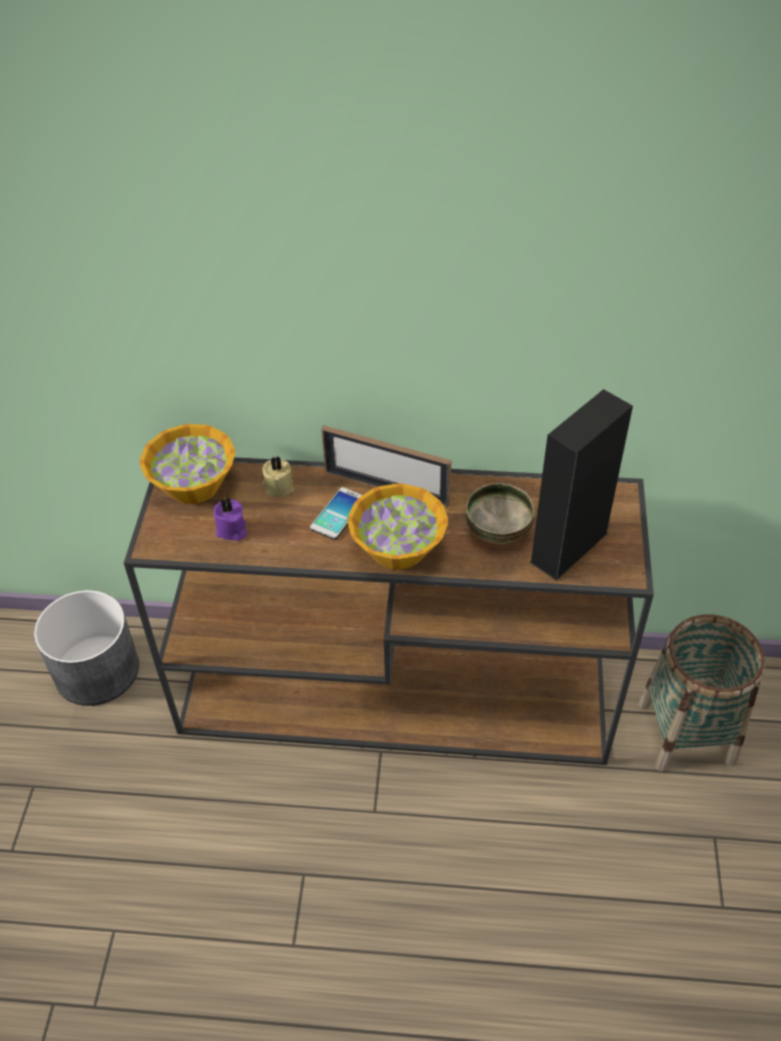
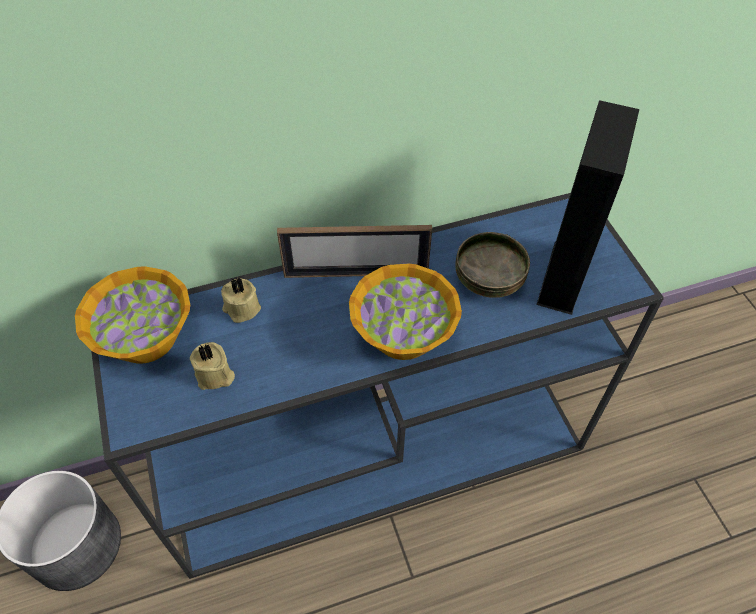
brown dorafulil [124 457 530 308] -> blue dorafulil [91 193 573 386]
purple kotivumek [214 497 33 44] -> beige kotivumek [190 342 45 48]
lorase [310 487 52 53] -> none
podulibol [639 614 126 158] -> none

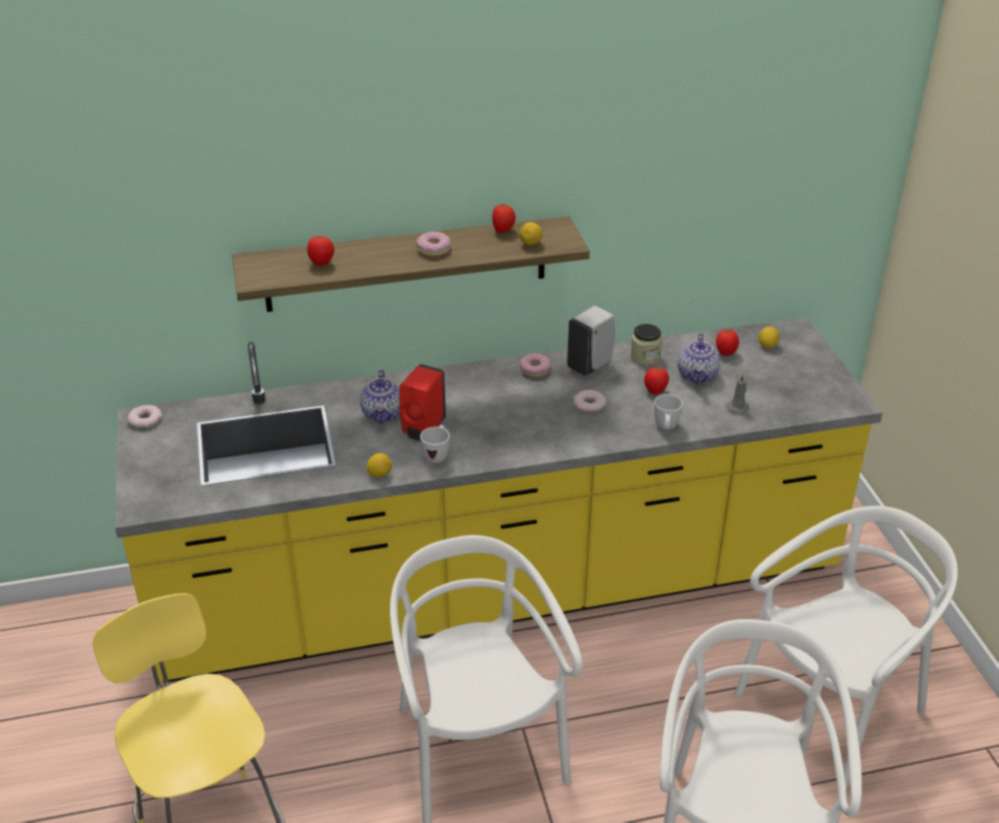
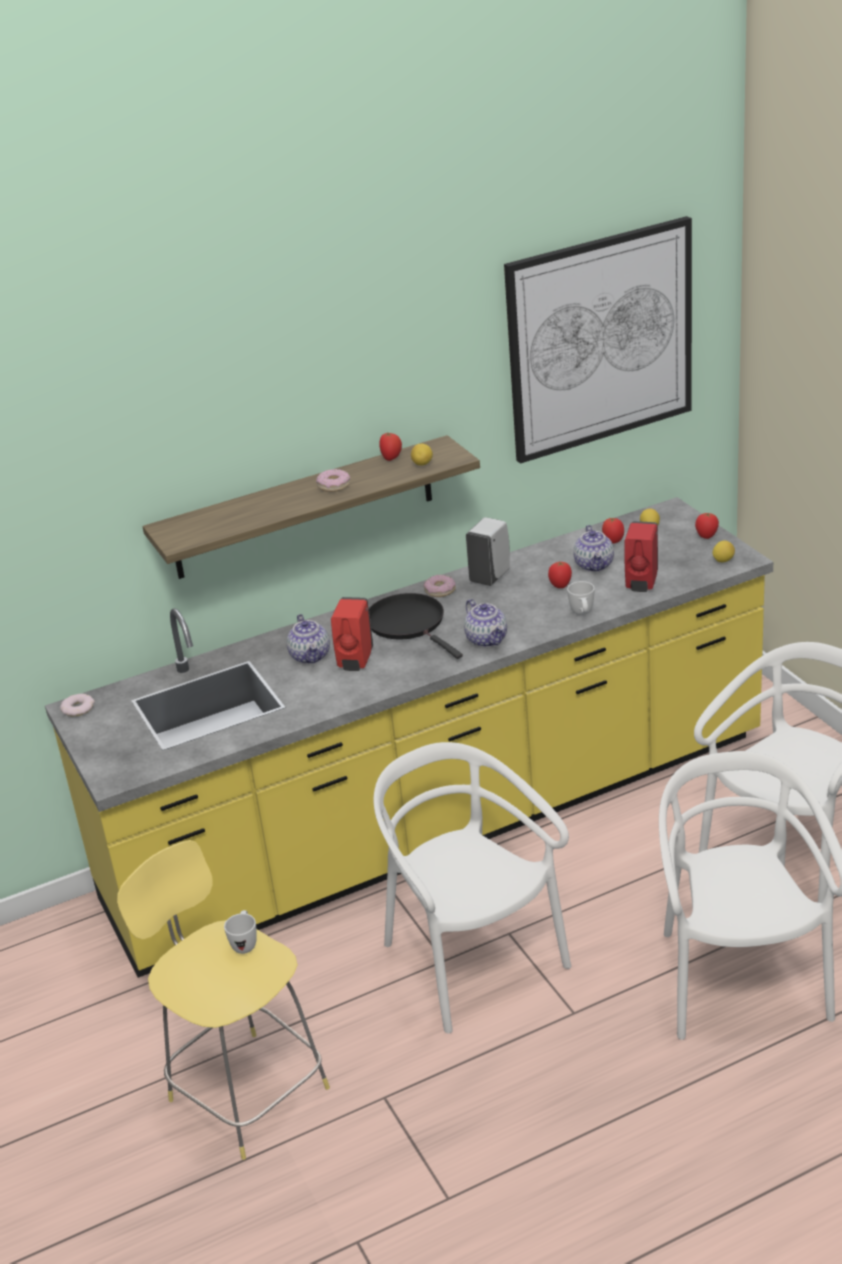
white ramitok [420 425 30 38] -> white ramitok [224 910 33 44], move
none -> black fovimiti [369 593 94 66]
none -> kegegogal [464 599 43 48]
none -> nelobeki [504 216 188 248]
grey kotivumek [726 374 23 40] -> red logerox [624 521 34 71]
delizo [307 236 27 30] -> delizo [695 512 24 27], move
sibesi [366 453 26 24] -> sibesi [713 541 22 21], move
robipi [573 390 33 22] -> none
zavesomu [630 324 32 42] -> none

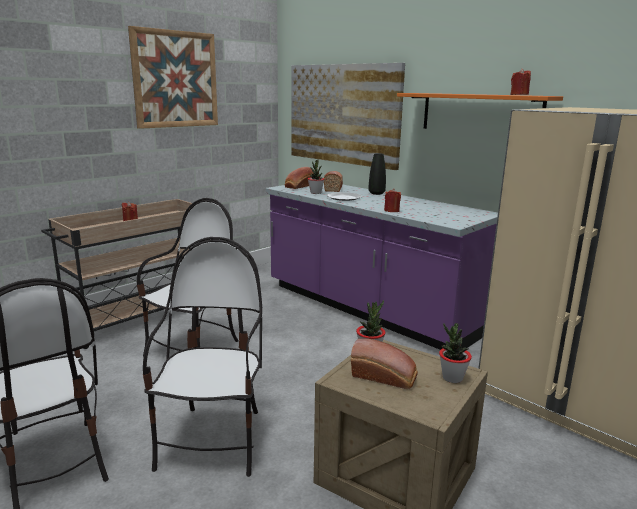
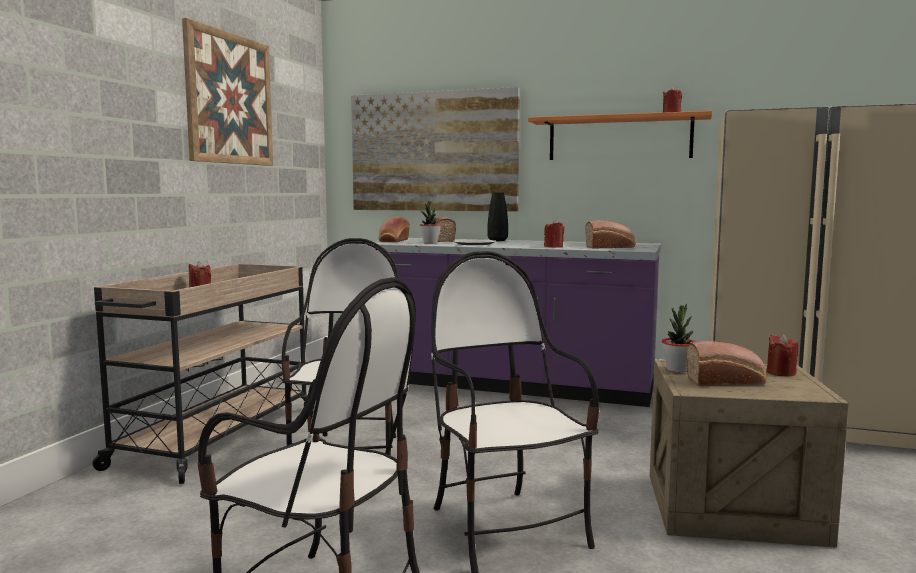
none -> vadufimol [585 220 50 28]
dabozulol [439 323 33 60] -> red kotivumek [767 334 31 43]

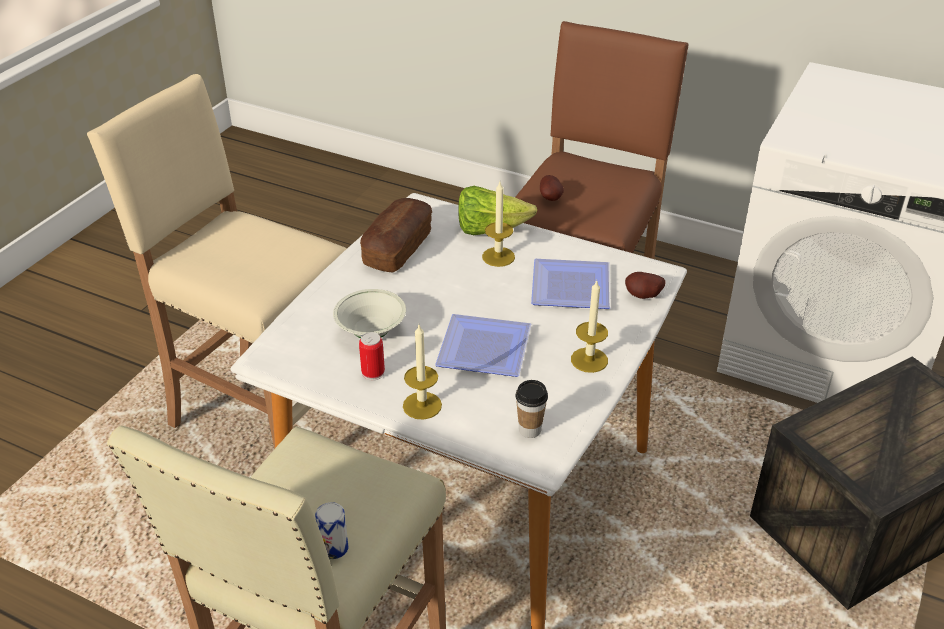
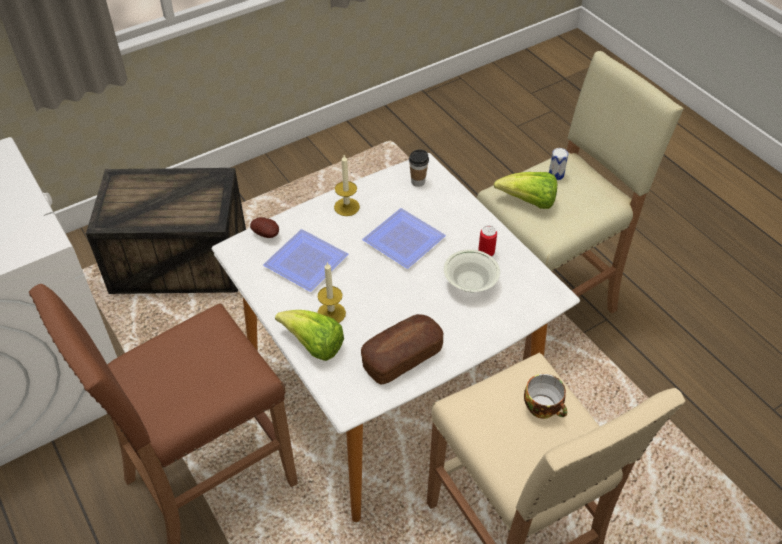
none -> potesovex [494 172 63 37]
none -> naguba [524 374 43 45]
kotivumek [403 325 39 95] -> none
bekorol [540 175 24 26] -> none

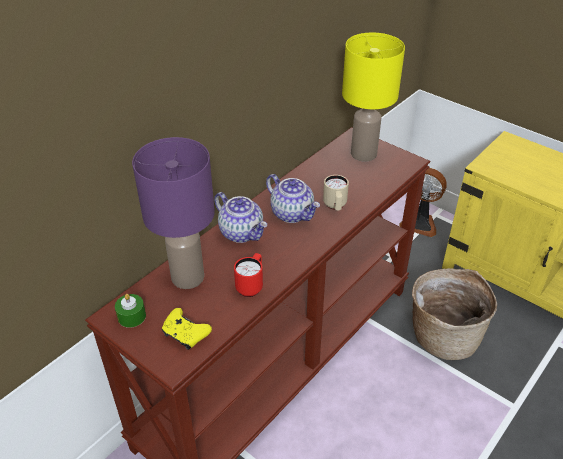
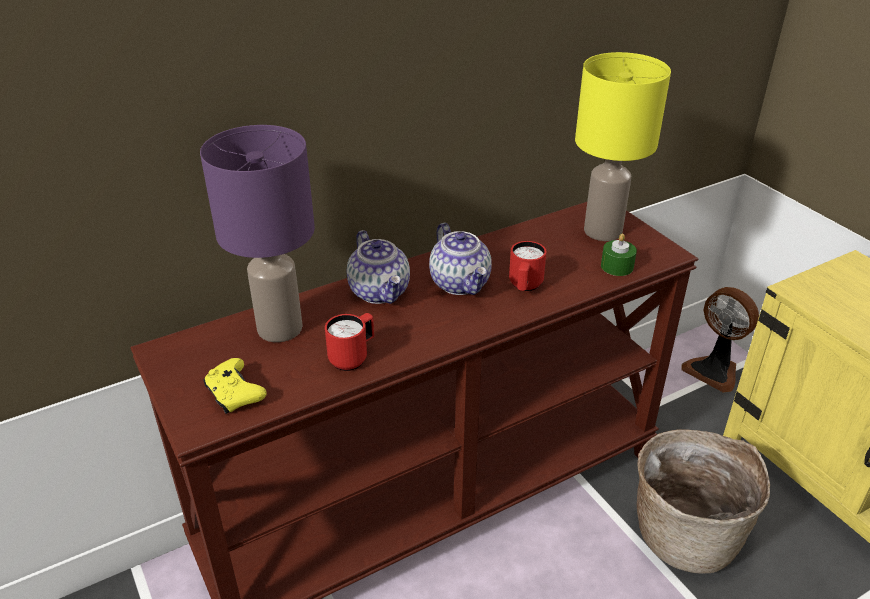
beige ramitok [323 175 26 35] -> red ramitok [509 241 38 50]
green kotivumek [115 294 31 34] -> green kotivumek [601 234 36 42], move

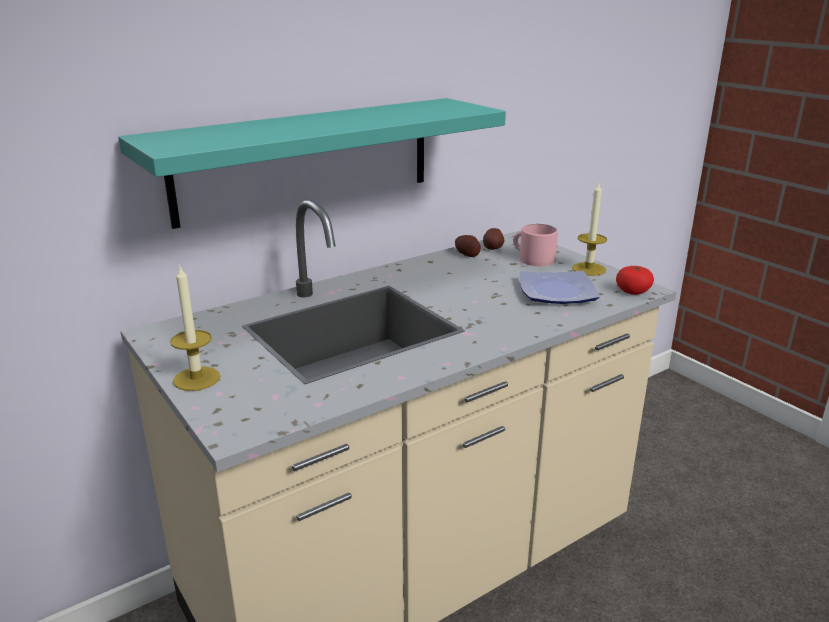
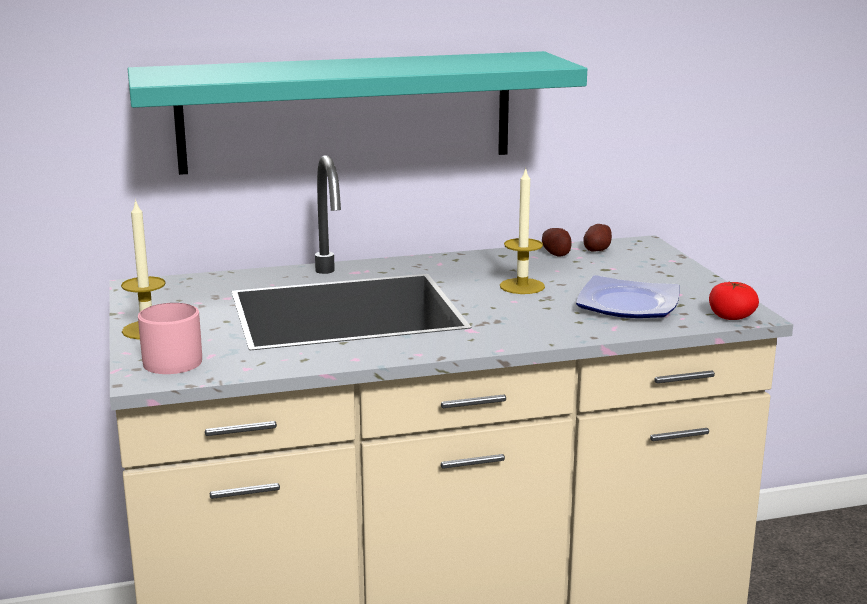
pink ramitok [513 224 45 42] -> pink ramitok [138 303 64 71], move
kotivumek [572 182 35 94] -> kotivumek [500 168 45 126], move

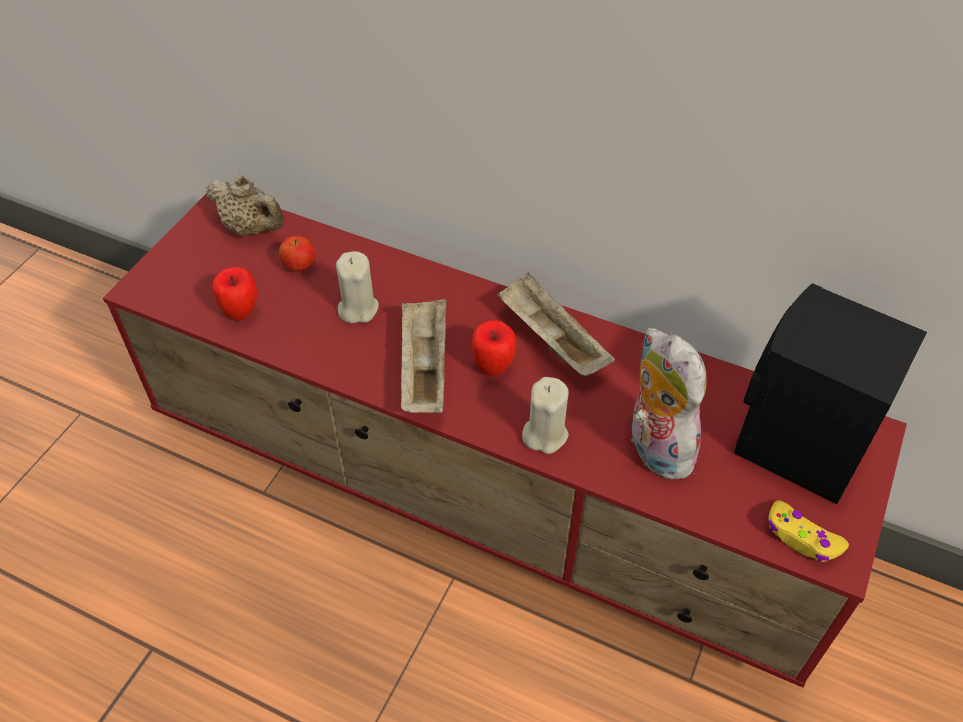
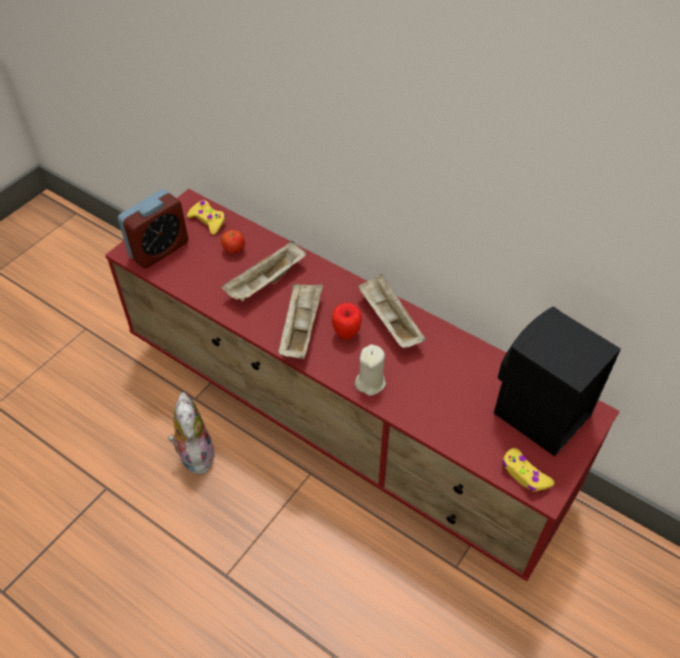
none -> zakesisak [118 189 70 80]
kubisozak [631 328 76 151] -> kubisozak [168 392 47 83], move
beige kegegogal [206 174 78 62] -> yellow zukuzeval [187 200 39 35]
beige kotivumek [336 251 43 72] -> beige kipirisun [222 241 84 61]
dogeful [212 267 45 54] -> none

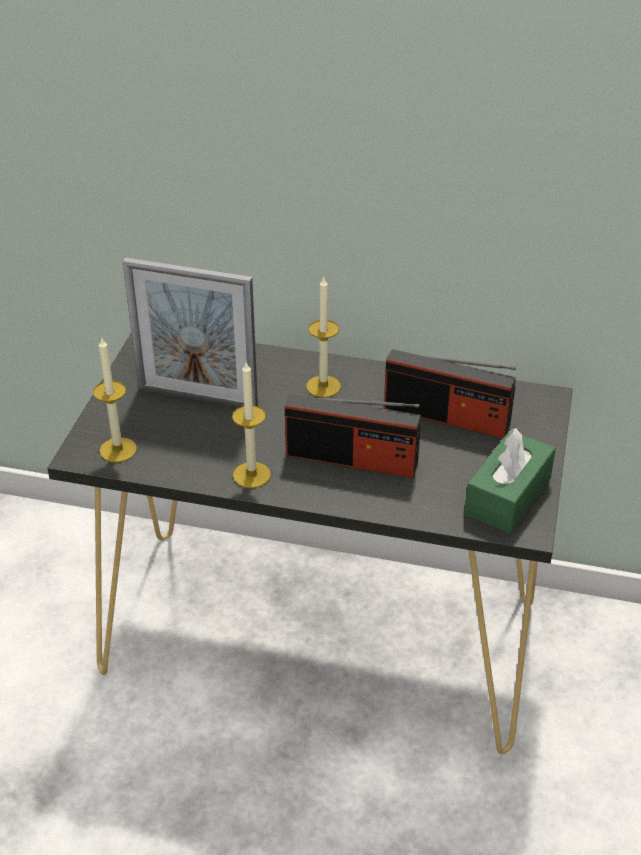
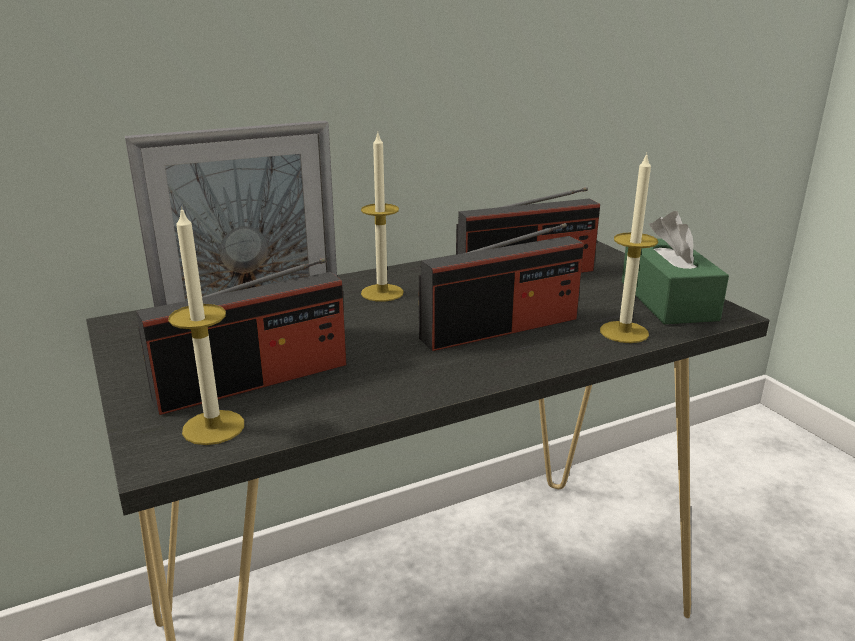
none -> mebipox [136 258 210 157]
kotivumek [232 362 39 126] -> kotivumek [600 153 58 190], move

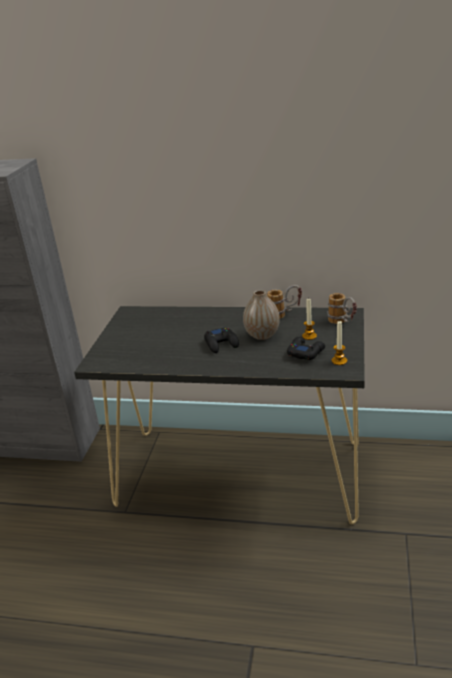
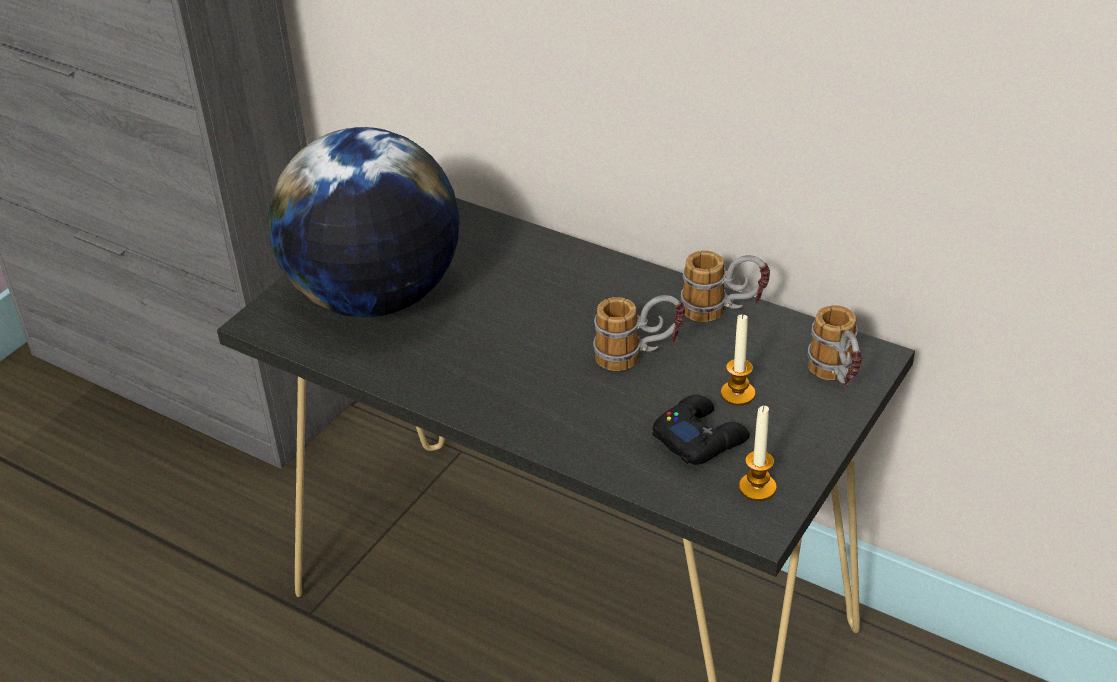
none -> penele [268 127 191 190]
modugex [243 290 37 50] -> ramitok [593 295 92 76]
black zukuzeval [204 327 35 26] -> none

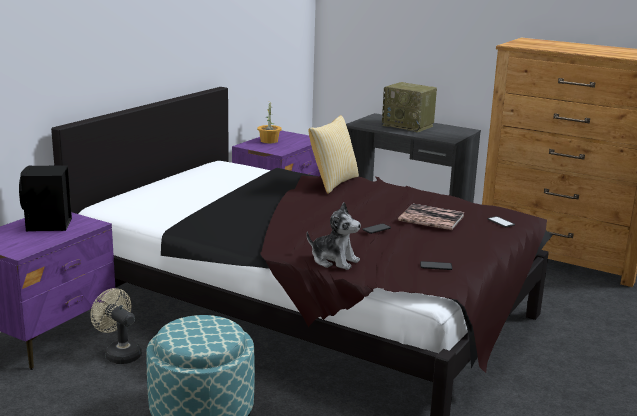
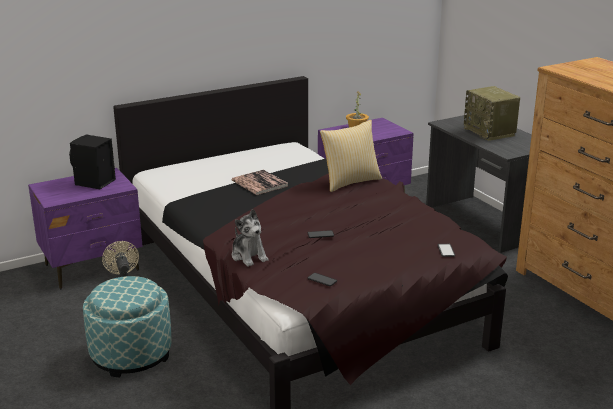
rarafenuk [398 204 67 26] -> rarafenuk [232 170 56 25], move

